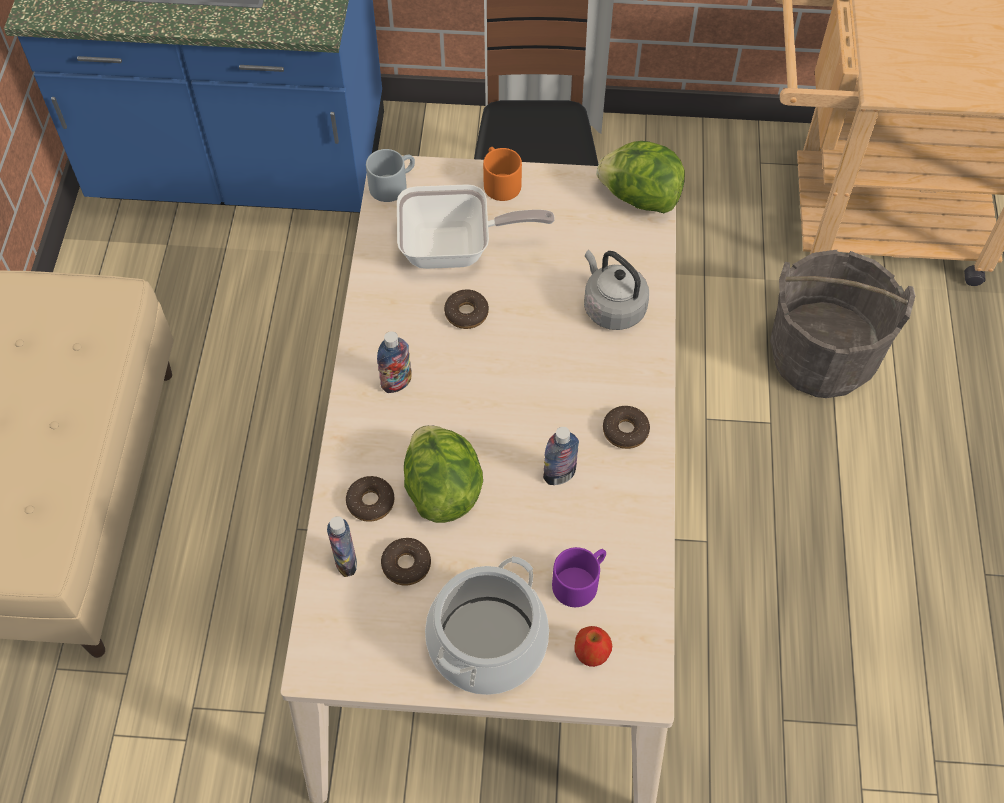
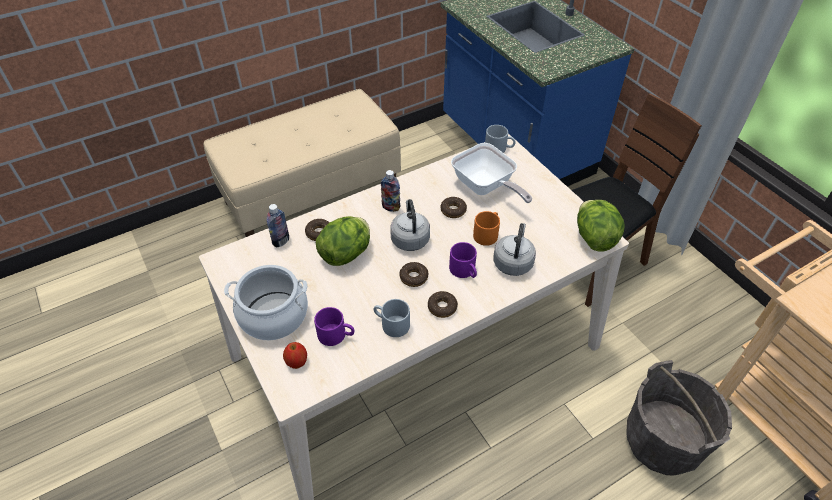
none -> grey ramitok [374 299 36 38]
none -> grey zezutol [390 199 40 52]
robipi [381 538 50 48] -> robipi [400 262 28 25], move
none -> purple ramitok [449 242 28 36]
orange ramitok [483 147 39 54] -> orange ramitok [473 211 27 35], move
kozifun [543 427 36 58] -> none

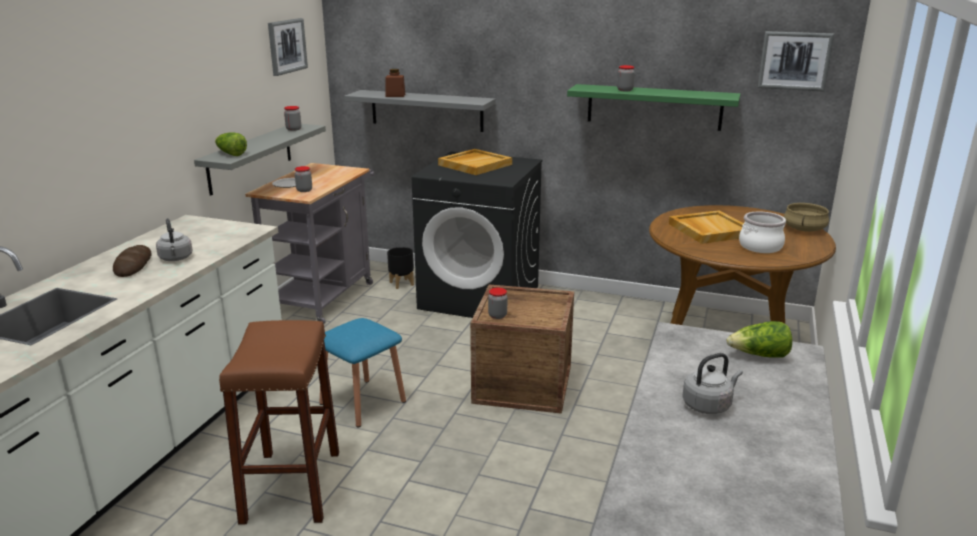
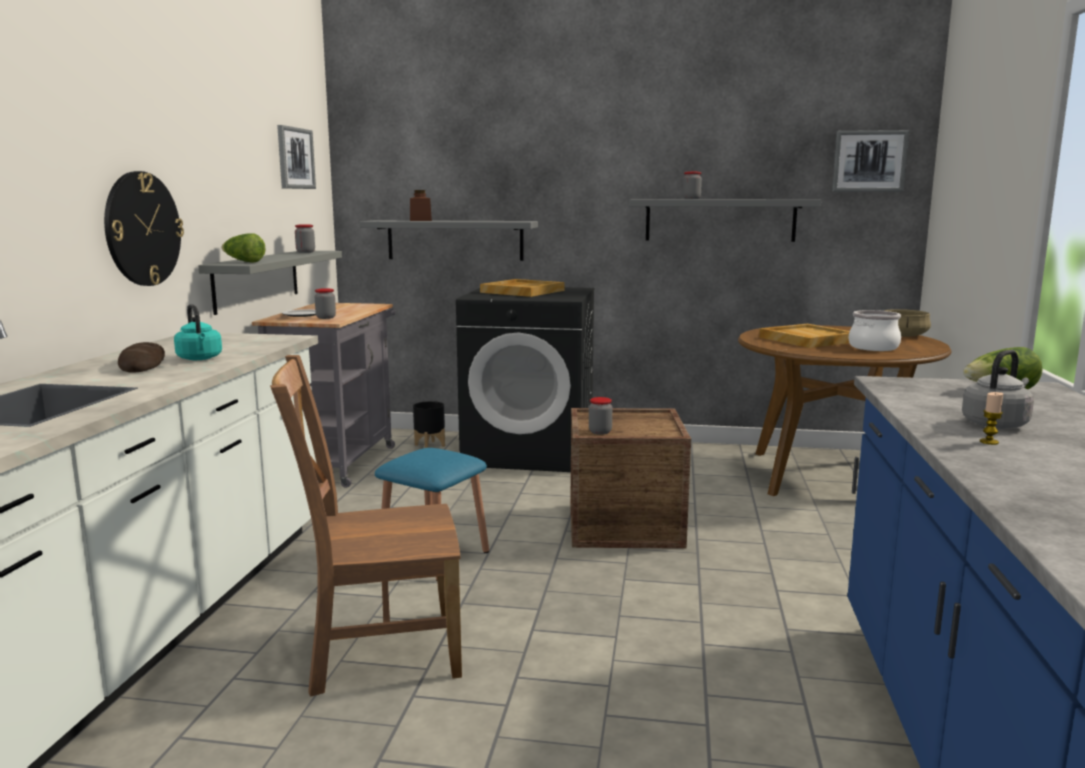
none -> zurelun [104 171 80 115]
grey zezutol [156 218 36 43] -> turquoise zezutol [174 304 48 56]
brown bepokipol [219 320 120 205] -> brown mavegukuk [270 355 192 342]
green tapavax [567 84 173 47] -> grey tapavax [629 199 192 43]
none -> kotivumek [980 392 23 53]

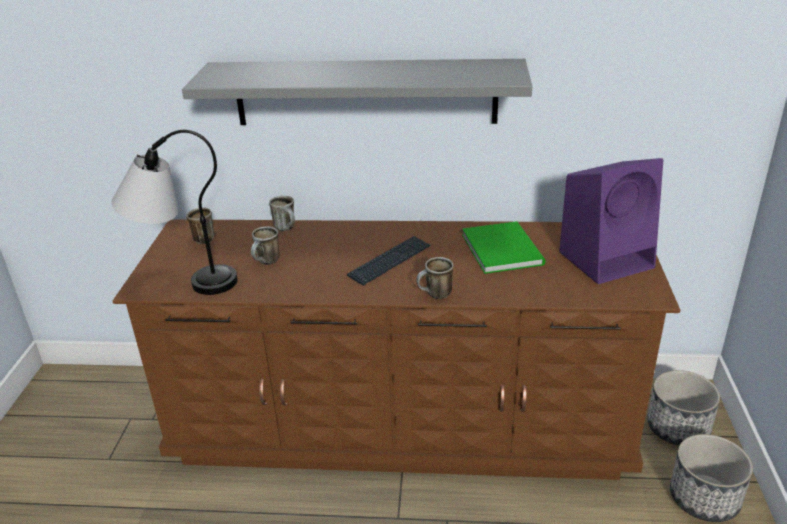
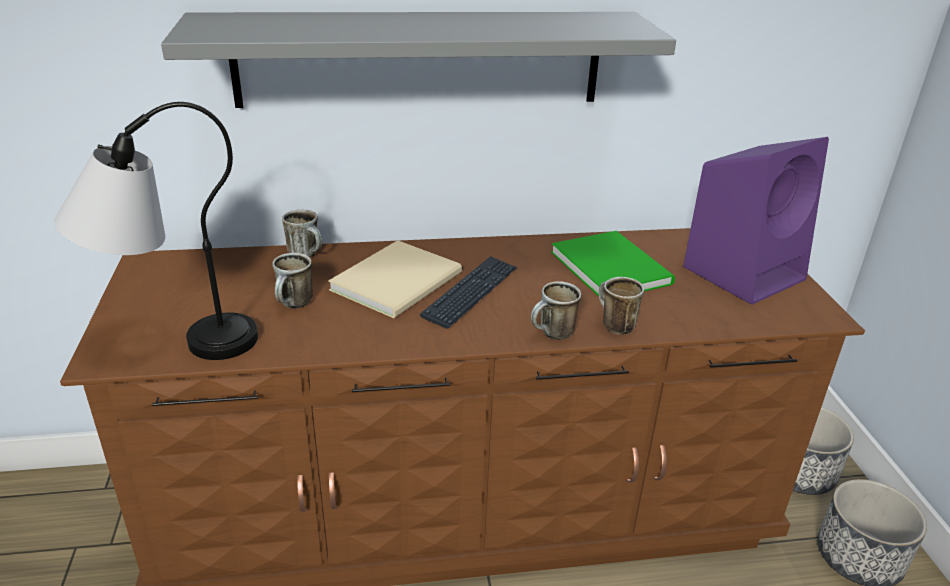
none -> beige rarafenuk [328 240 134 78]
ramitok [186 207 28 37] -> ramitok [599 277 45 58], move

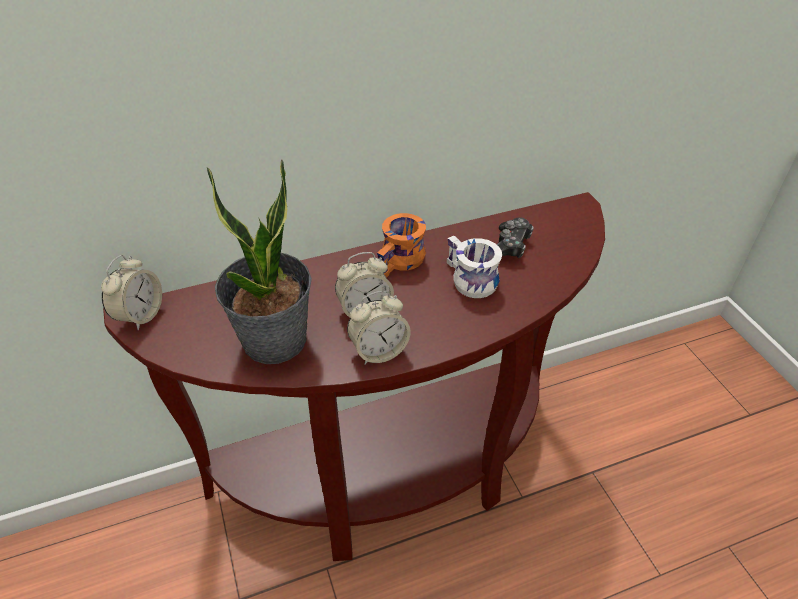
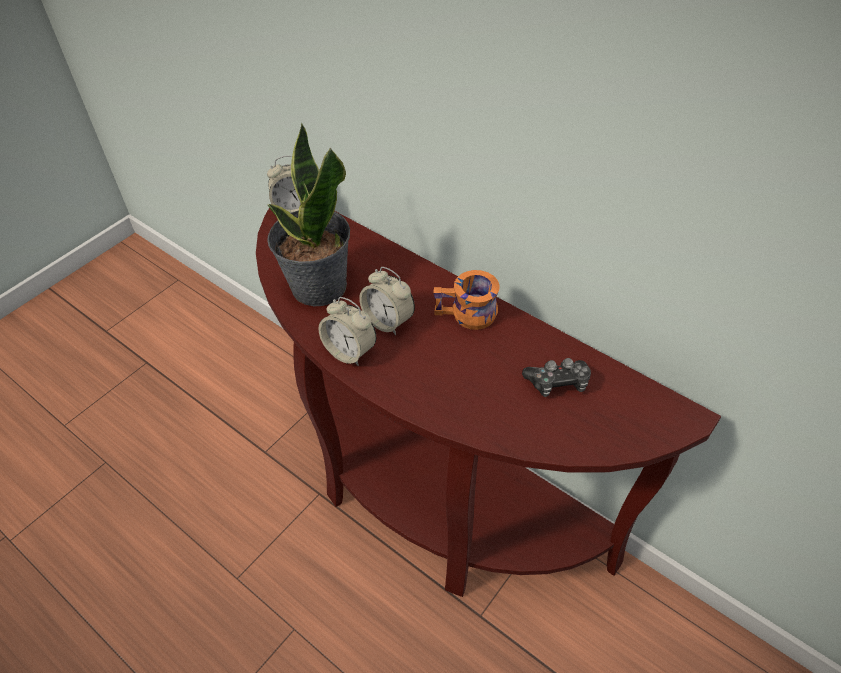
white ramitok [447 236 55 62] -> none

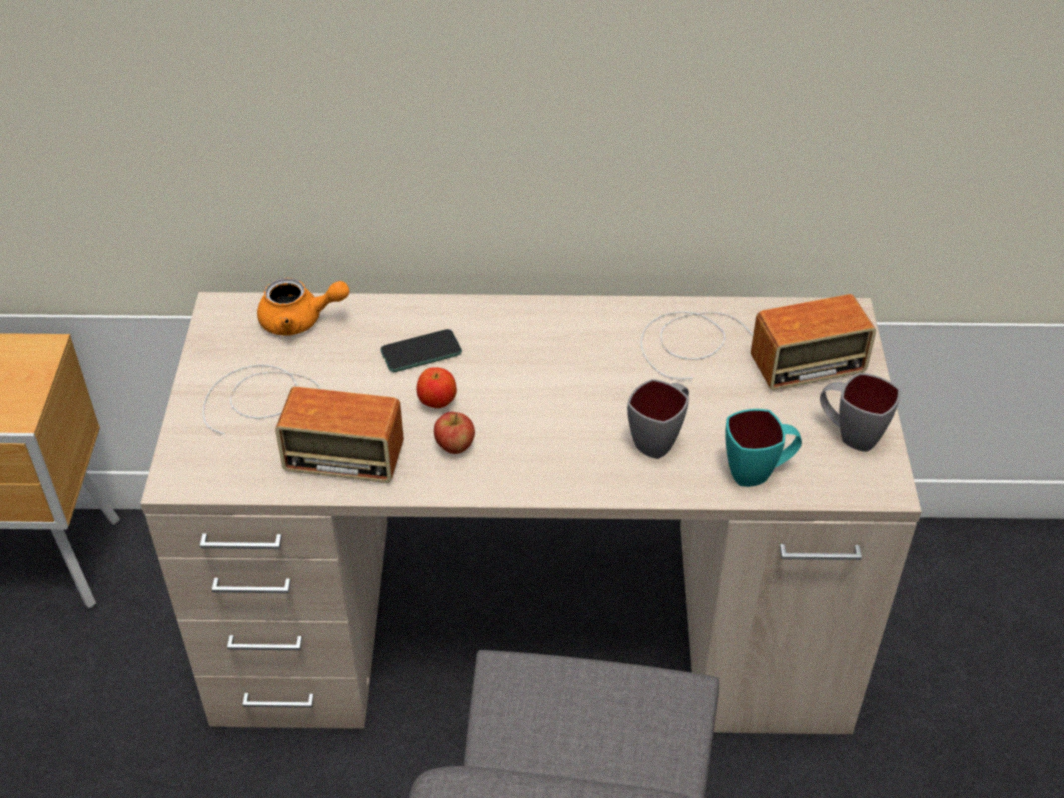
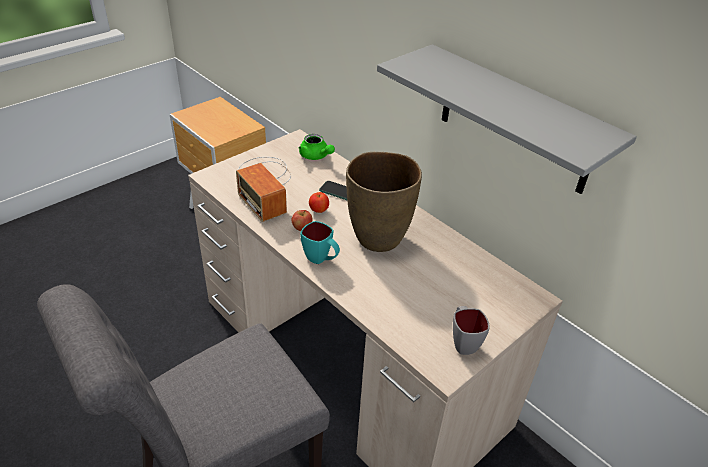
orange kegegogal [257 278 93 58] -> green kegegogal [299 134 36 26]
turquoise ramitok [725 409 77 78] -> turquoise ramitok [300 221 40 43], move
none -> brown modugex [346 152 76 100]
none -> grey tapavax [377 44 260 150]
grey ramitok [627 379 62 80] -> none
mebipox [641 294 235 96] -> none

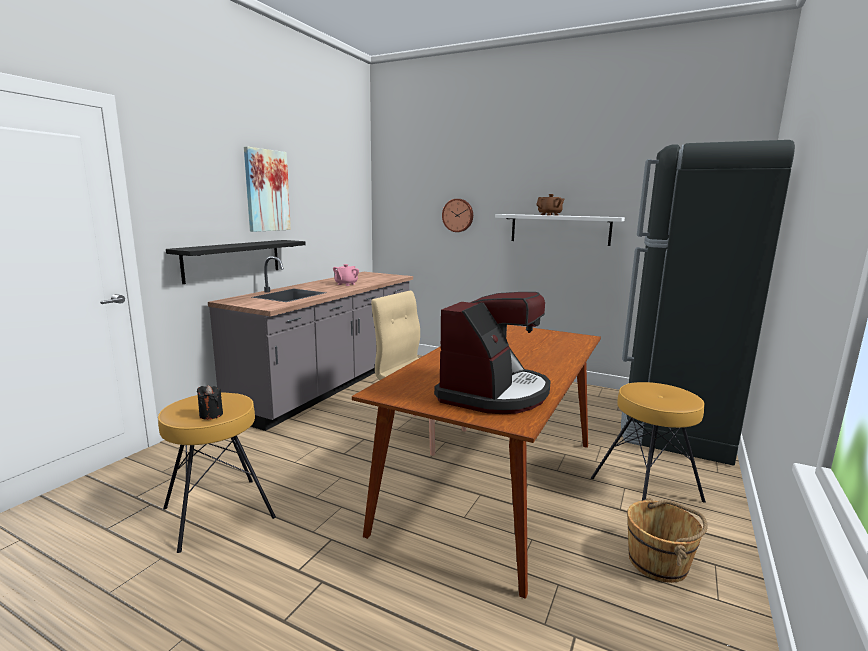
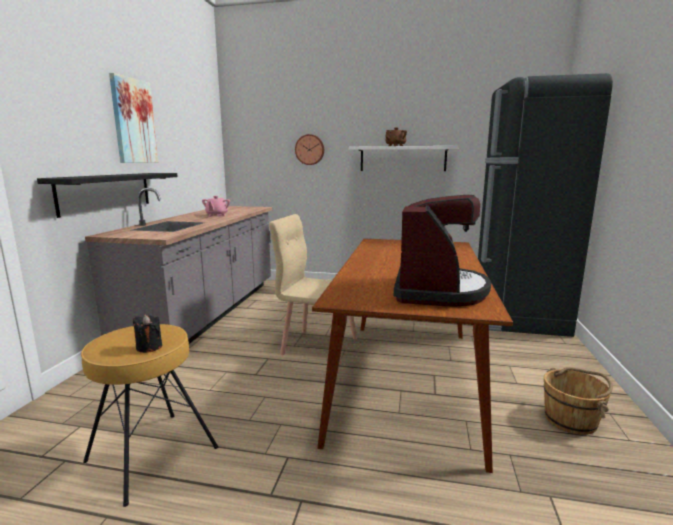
brown bepokipol [591 382 115 121] -> none

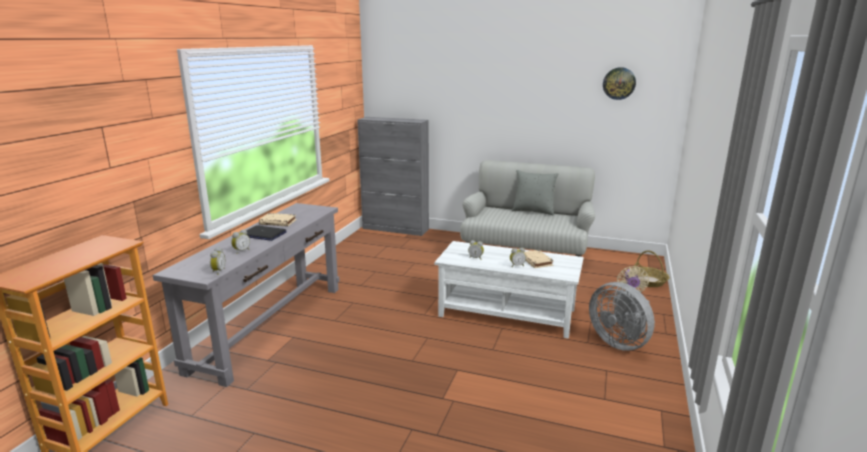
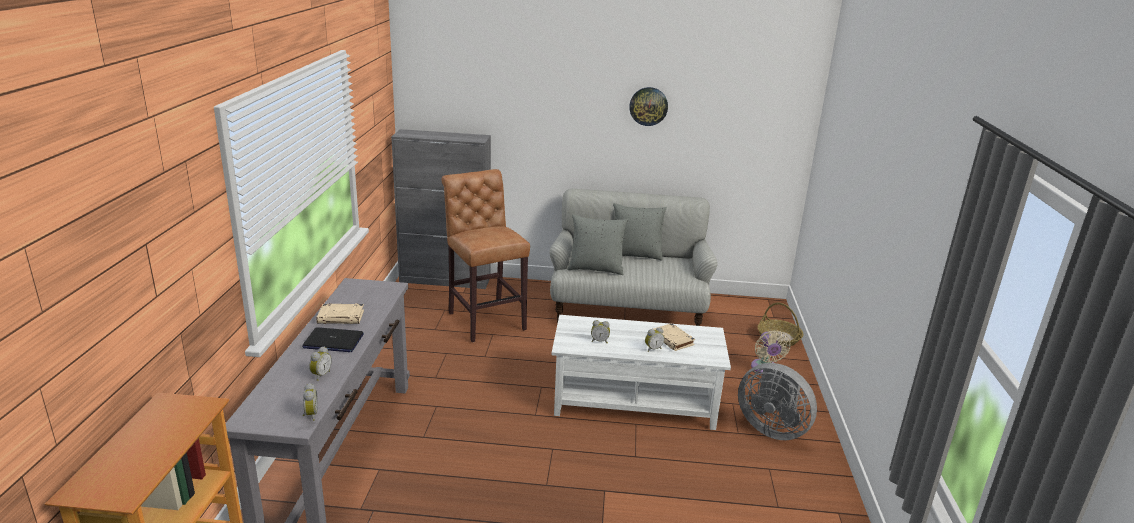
none -> brown bepokipol [441 169 89 173]
none -> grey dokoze [568 214 60 61]
zurelun [603 67 33 33] -> zurelun [629 87 39 39], move

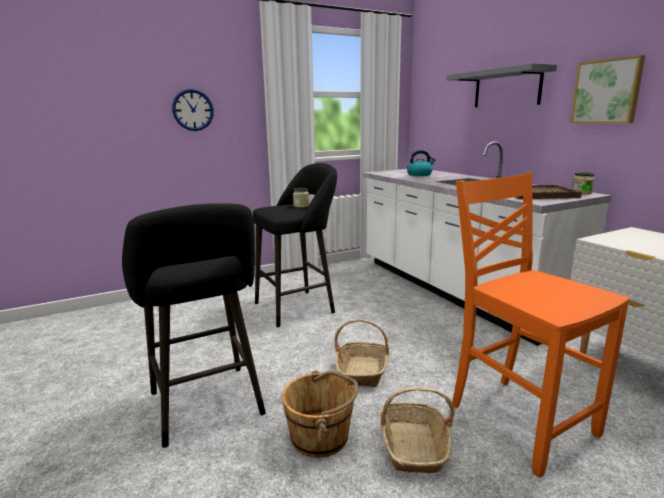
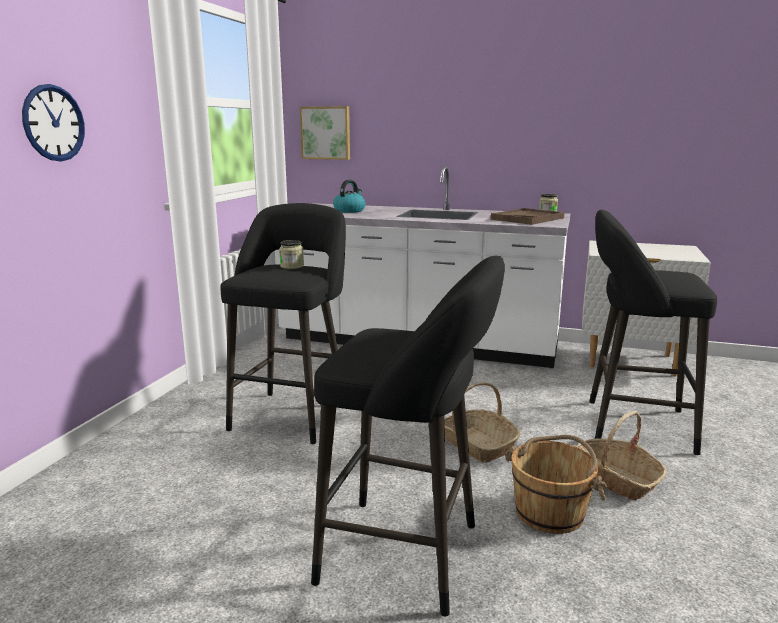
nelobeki [570 55 75 68] -> nelobeki [300 106 50 54], move
orange mavegukuk [452 172 178 306] -> black bepokipol [589 210 128 245]
grey tapavax [446 63 111 44] -> none

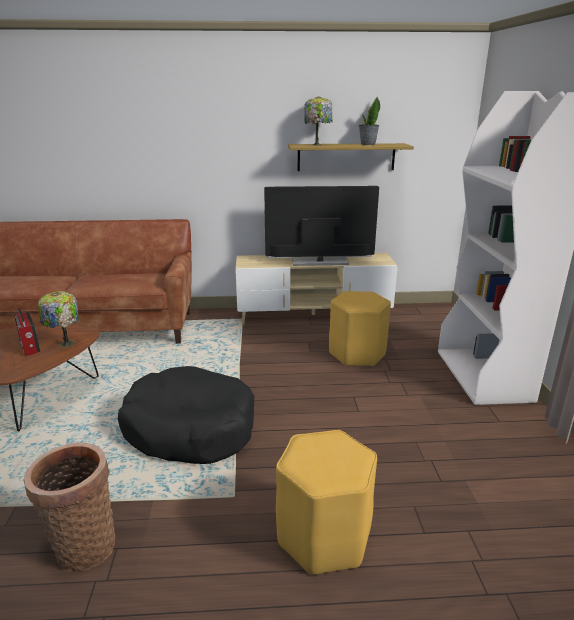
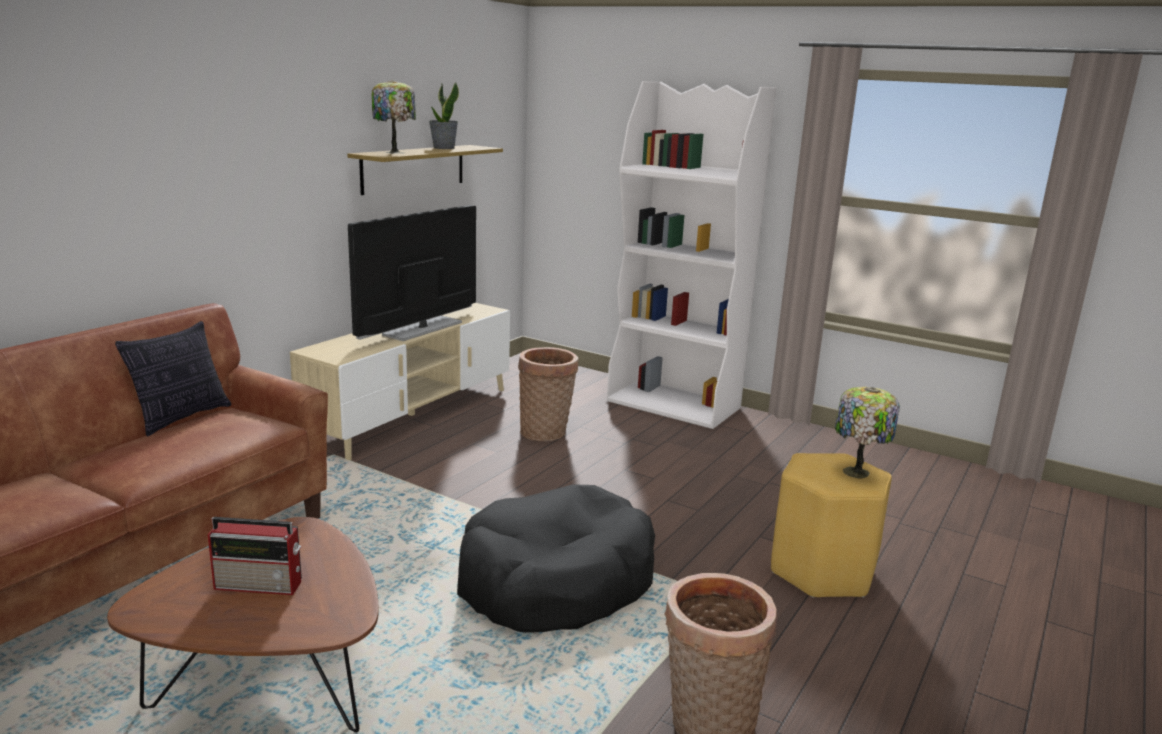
none -> dokoze [115 321 116 115]
yellow bepokipol [329 291 62 75] -> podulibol [518 347 60 94]
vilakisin [38 291 41 56] -> vilakisin [835 387 65 92], move

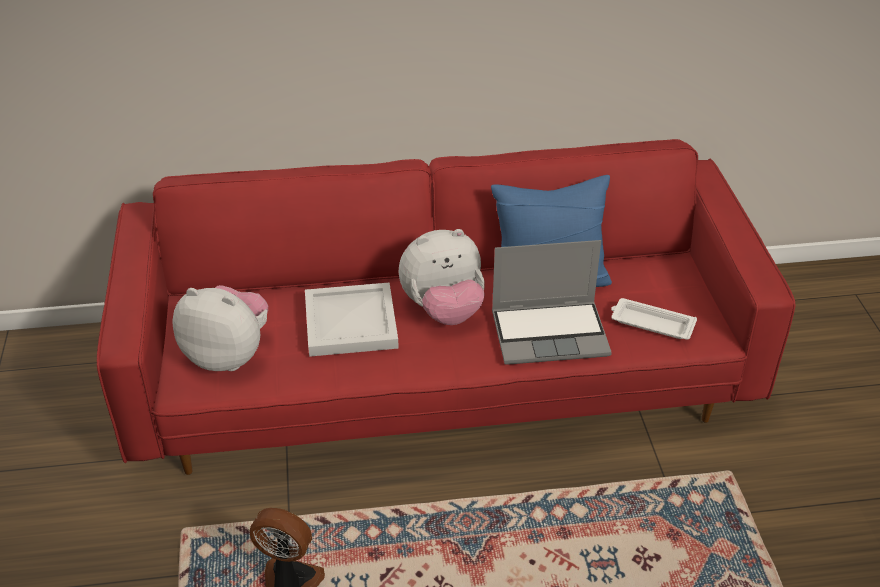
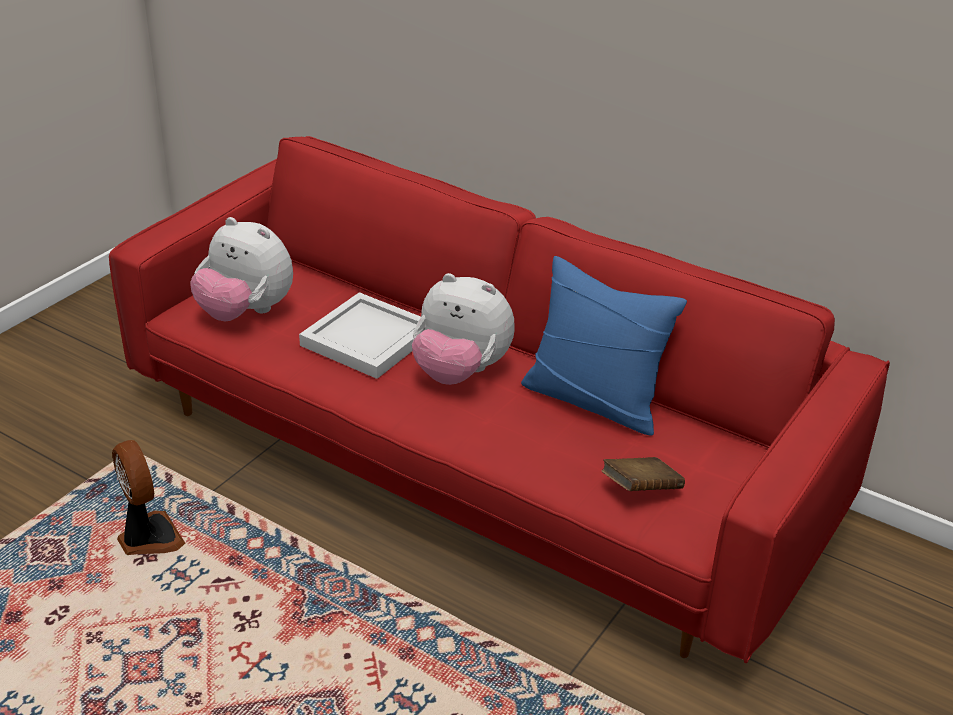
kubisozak [172 285 96 86] -> kubisozak [190 217 103 104], 150 degrees clockwise
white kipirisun [611 298 86 42] -> brown rarafenuk [601 457 84 34]
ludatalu [492 240 120 125] -> none

